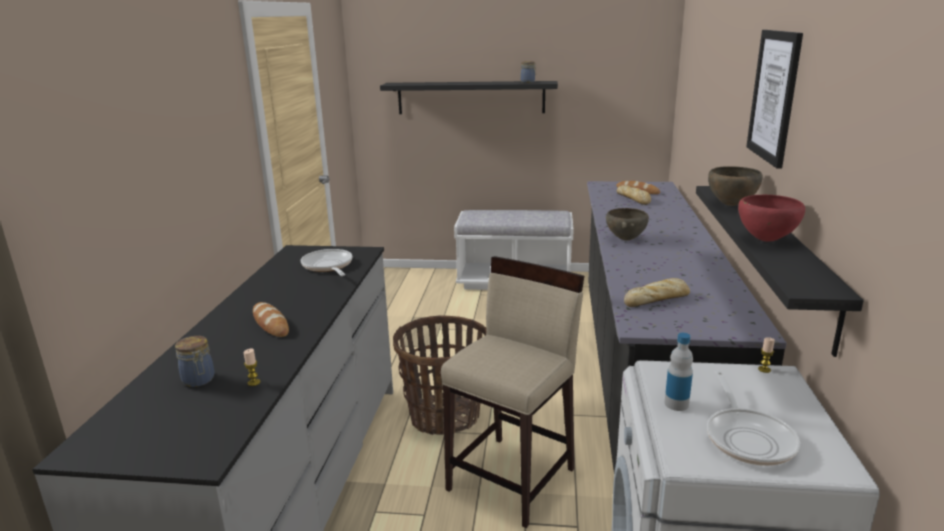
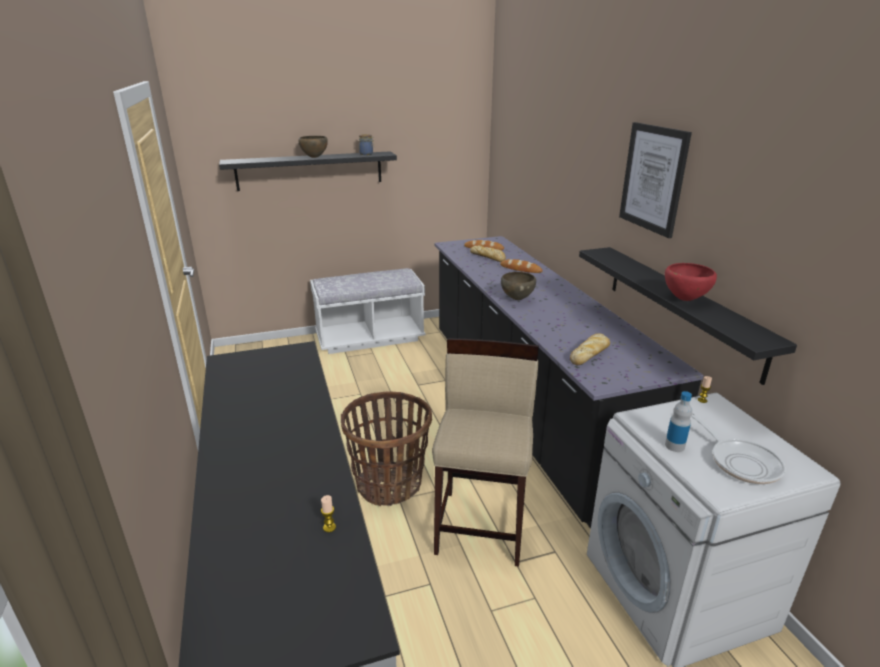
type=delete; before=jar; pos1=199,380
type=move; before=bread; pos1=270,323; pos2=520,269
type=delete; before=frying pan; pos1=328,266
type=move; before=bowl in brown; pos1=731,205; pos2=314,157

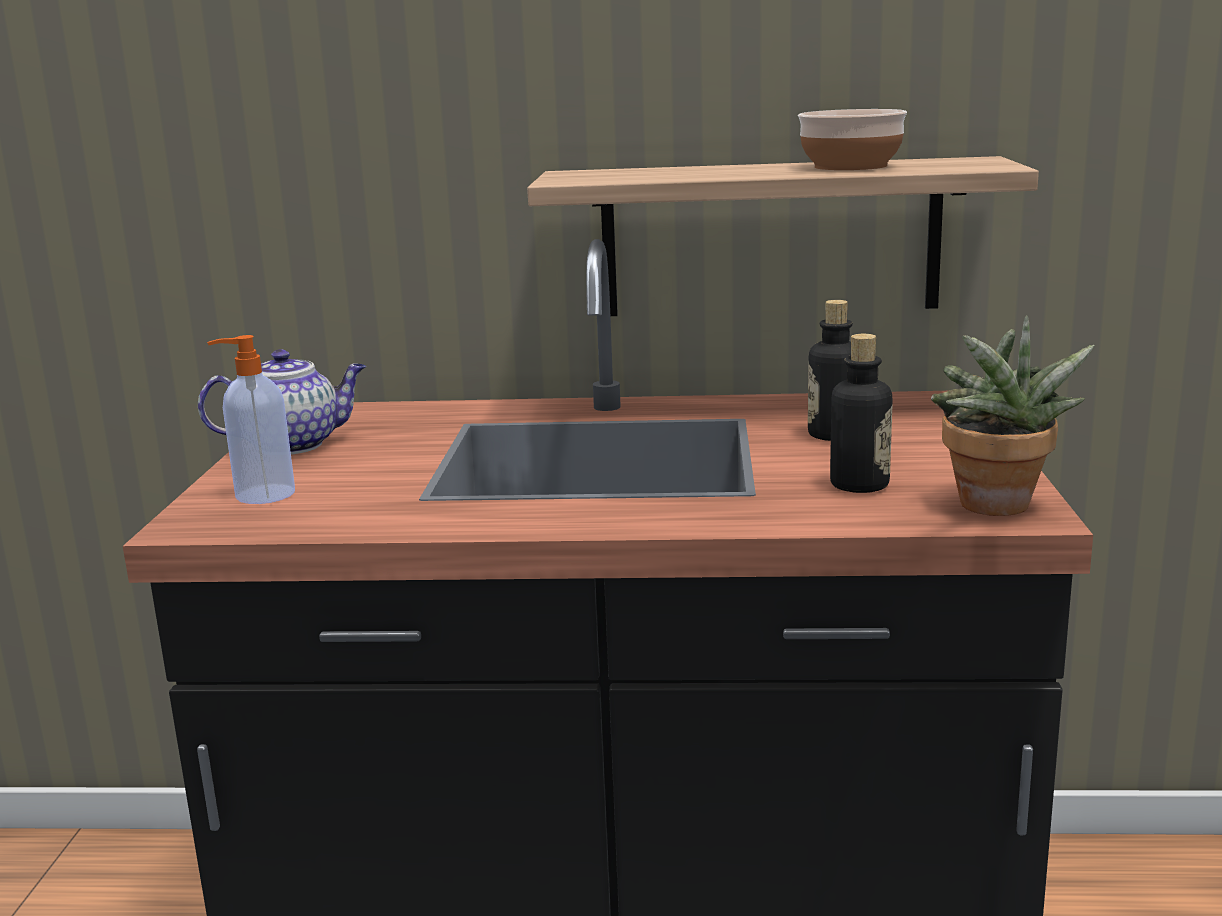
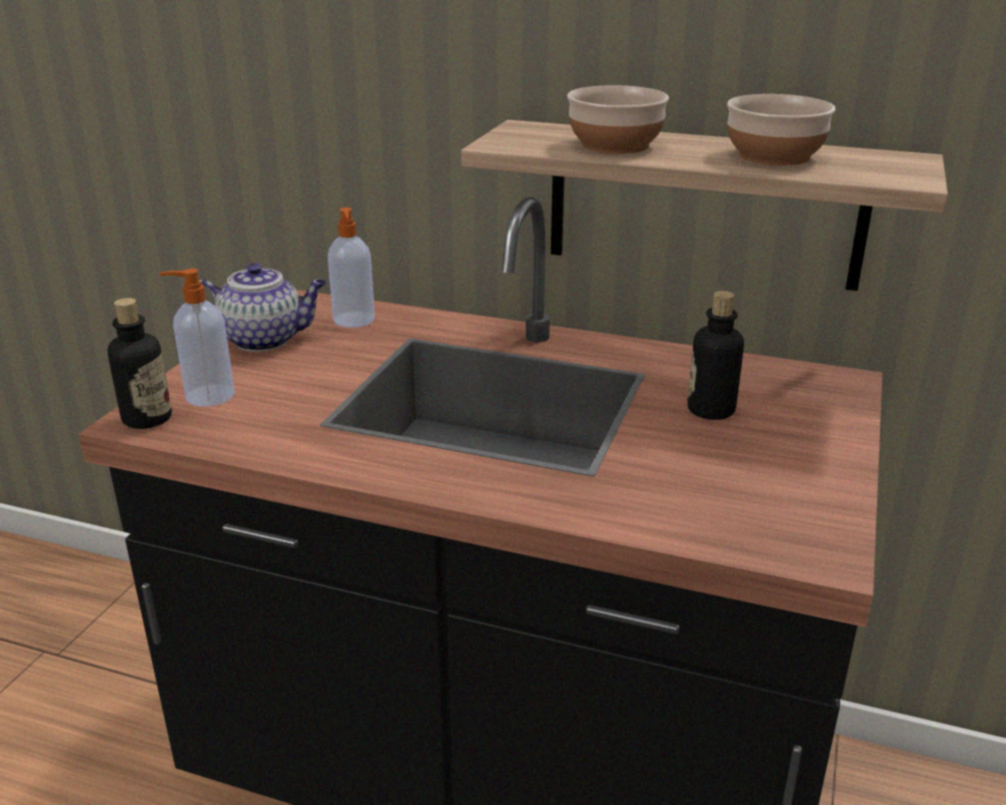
type=move; before=bottle; pos1=859,484; pos2=147,418
type=delete; before=potted plant; pos1=996,508
type=insert; after=soap dispenser; pos2=354,320
type=insert; after=bowl; pos2=615,144

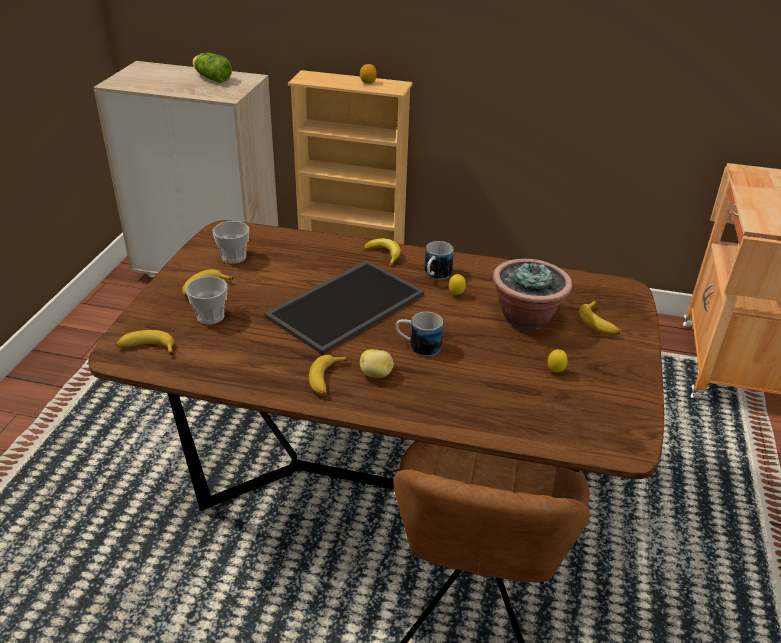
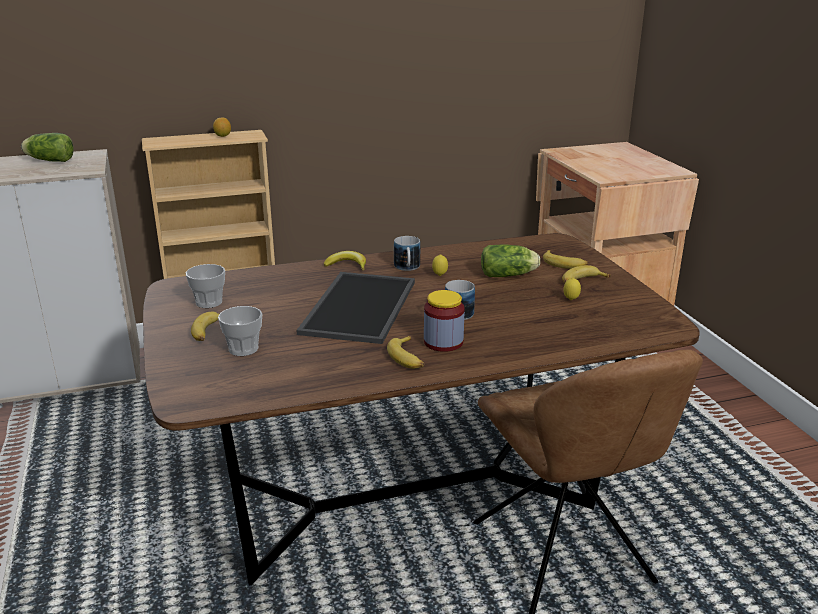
type=move; before=banana; pos1=147,348; pos2=581,281
type=replace; before=potato; after=jar; pos1=376,374; pos2=443,342
type=replace; before=potted plant; after=lettuce; pos1=526,318; pos2=510,275

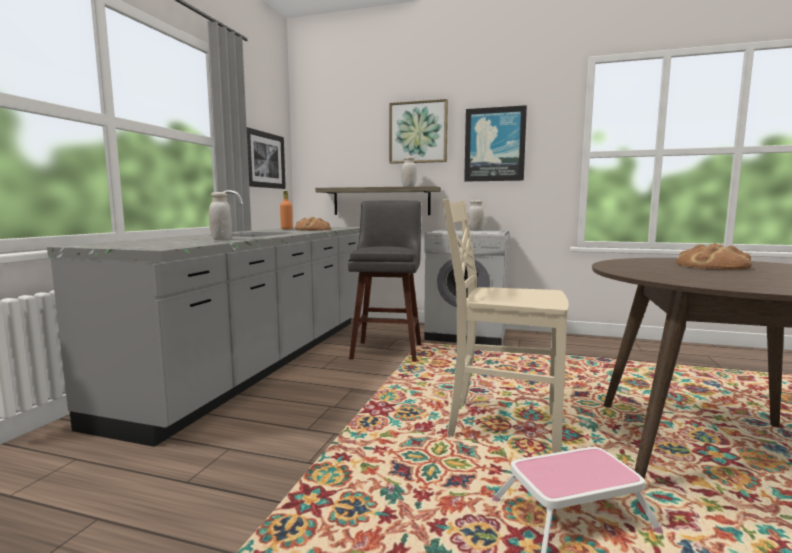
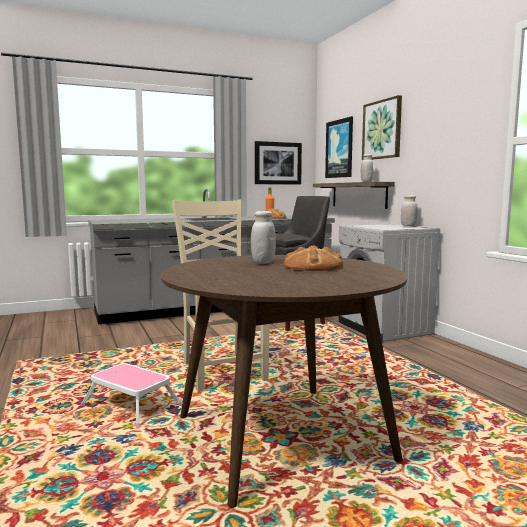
type=move; before=jar in white; pos1=221,239; pos2=263,262
type=move; before=picture; pos1=494,144; pos2=339,148

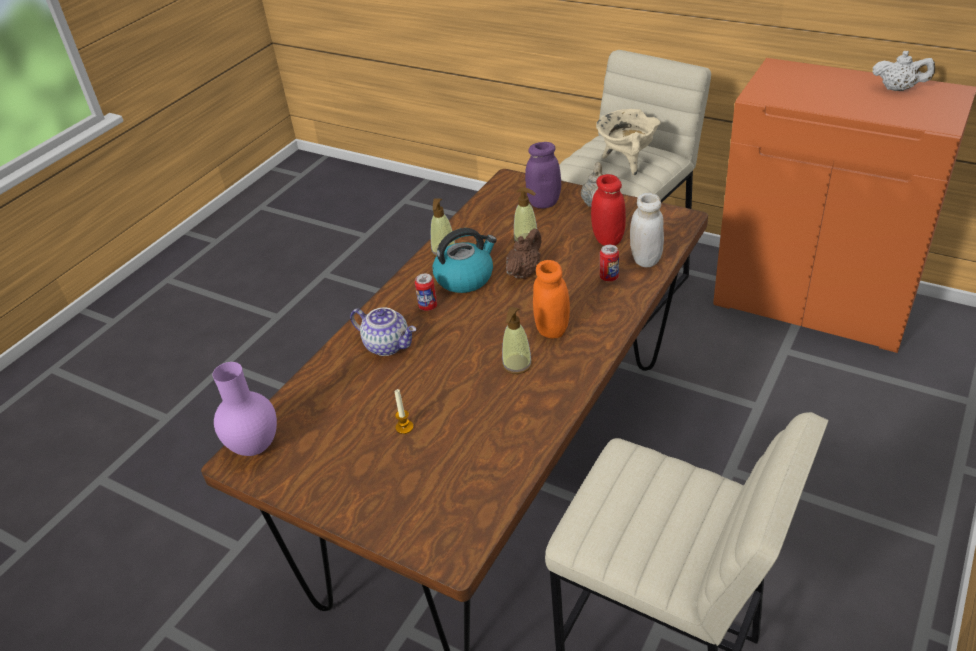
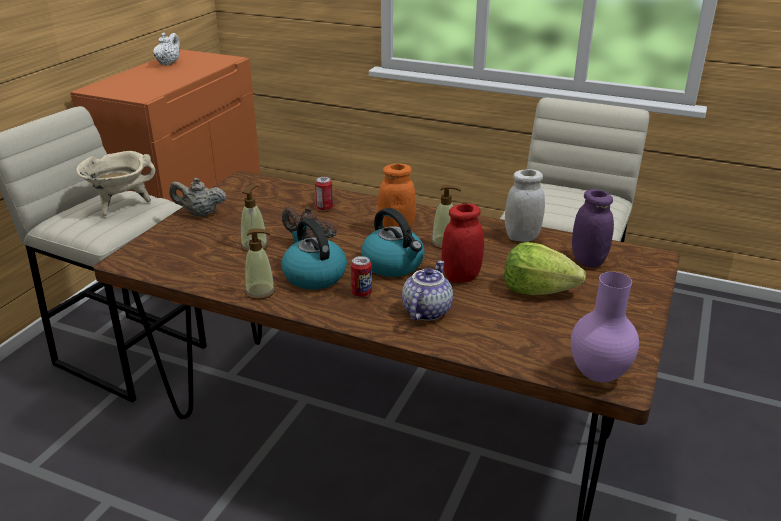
type=replace; before=candle; after=lettuce; pos1=404,427; pos2=537,290
type=move; before=jar in purple; pos1=544,203; pos2=588,261
type=move; before=jar in red; pos1=608,239; pos2=461,277
type=move; before=jar in white; pos1=646,259; pos2=522,237
type=insert; after=kettle; pos2=394,264

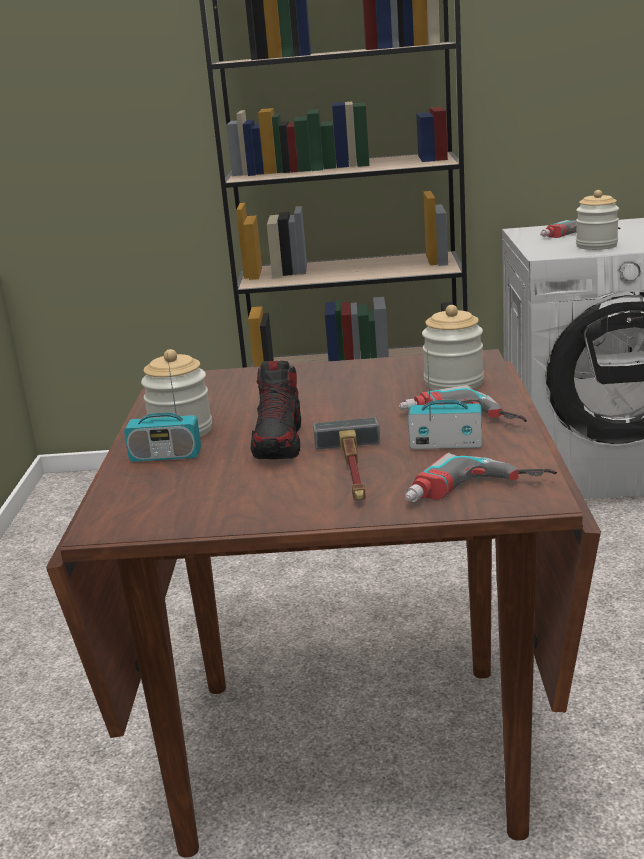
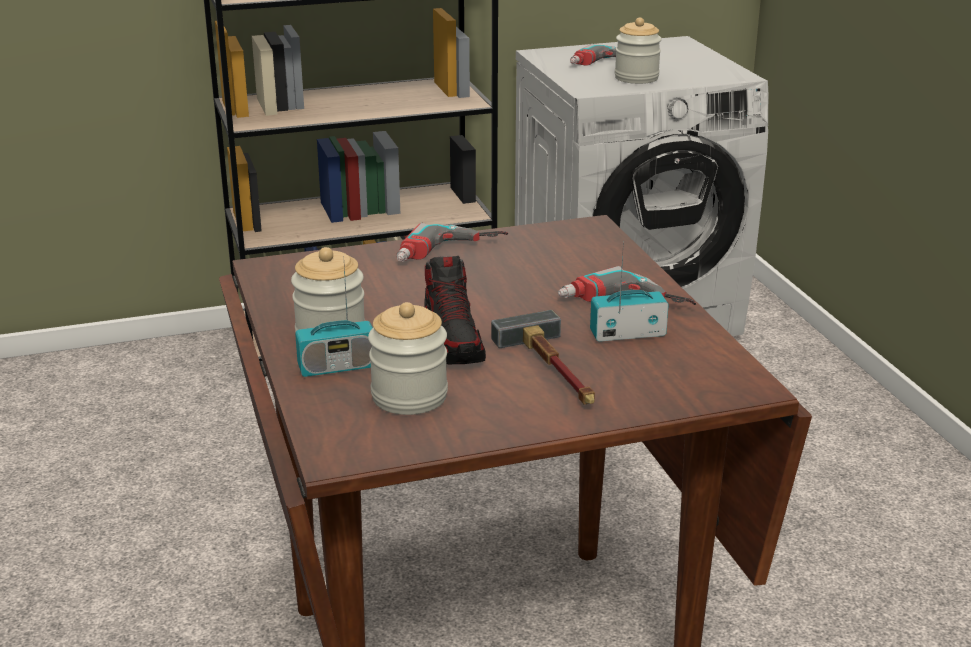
type=move; before=power drill; pos1=478,494; pos2=451,253
type=move; before=jar; pos1=453,383; pos2=409,396

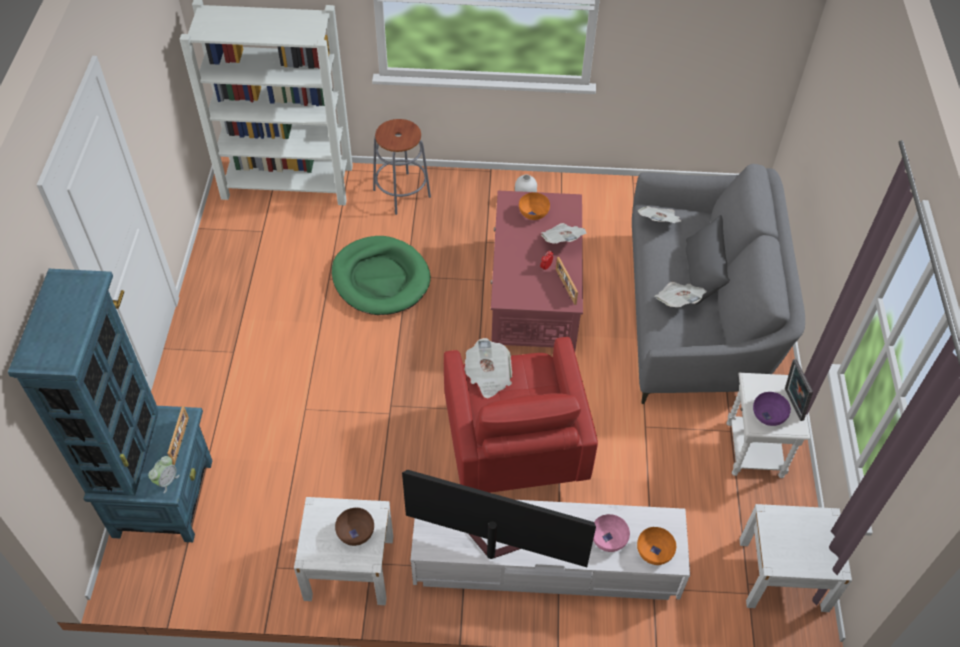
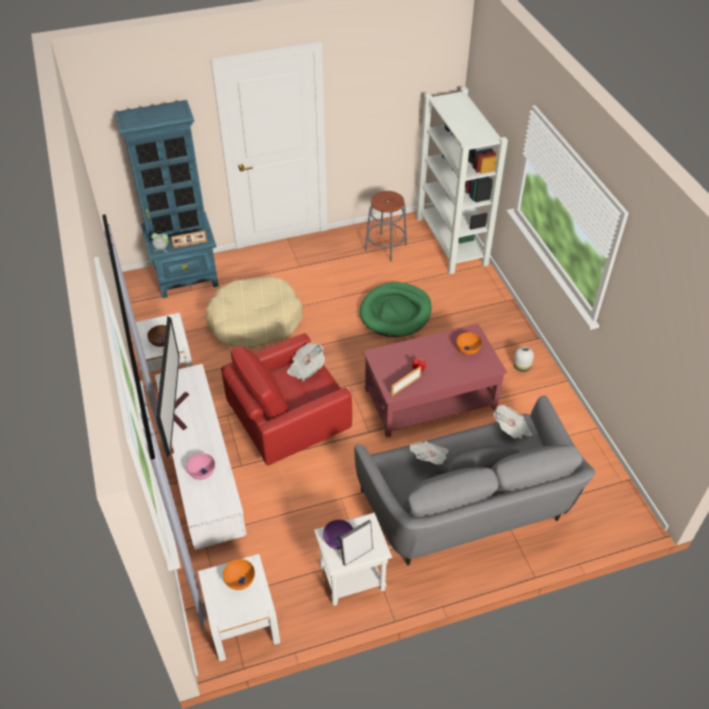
type=move; before=stool in grey; pos1=401,193; pos2=385,247
type=delete; before=newspaper; pos1=562,241
type=move; before=bowl in orange; pos1=653,552; pos2=240,579
type=insert; after=dog bed in beige; pos2=254,321

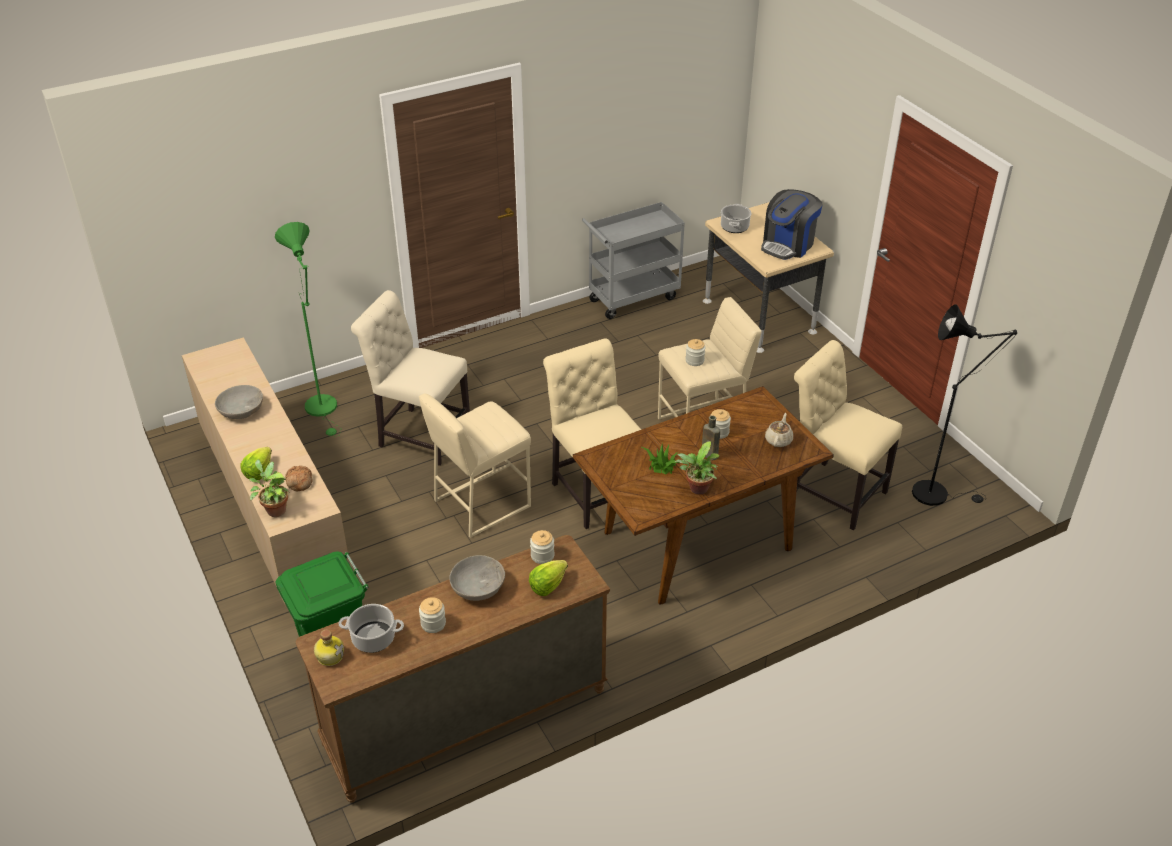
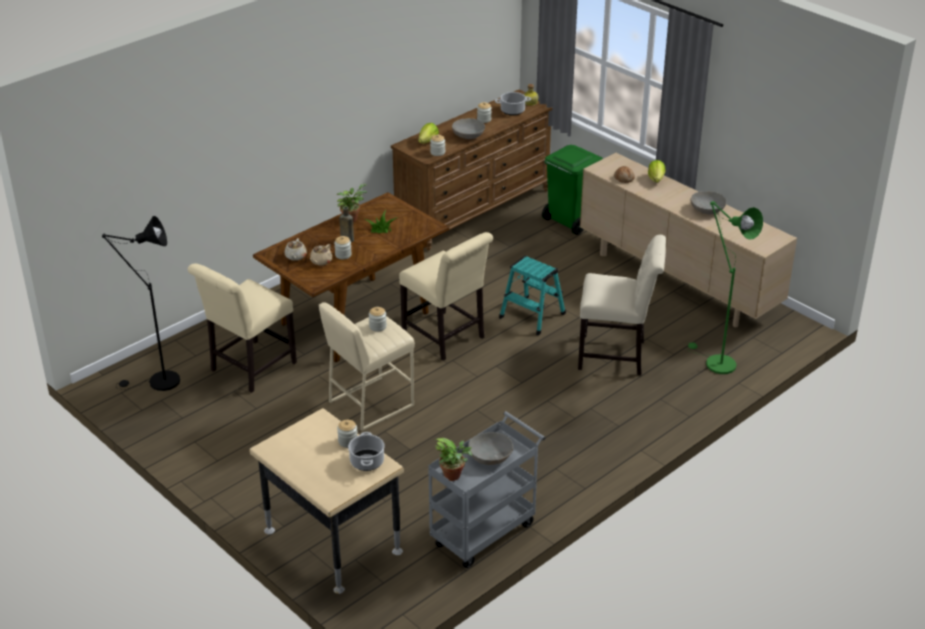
type=move; before=potted plant; pos1=274,509; pos2=454,476
type=replace; before=stool in beige; after=step ladder in turquoise; pos1=481,504; pos2=532,315
type=delete; before=coffee machine; pos1=788,245
type=rotate; before=chair in beige; pos1=832,492; pos2=249,369; turn=105
type=insert; after=teapot in beige; pos2=321,261
type=insert; after=jar; pos2=348,441
type=insert; after=bowl in grey; pos2=490,456

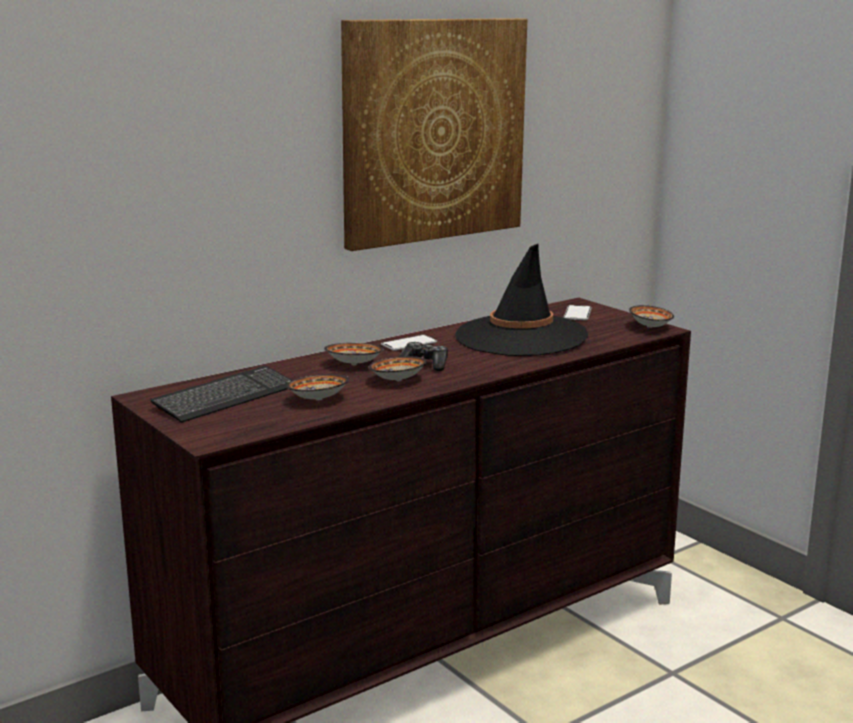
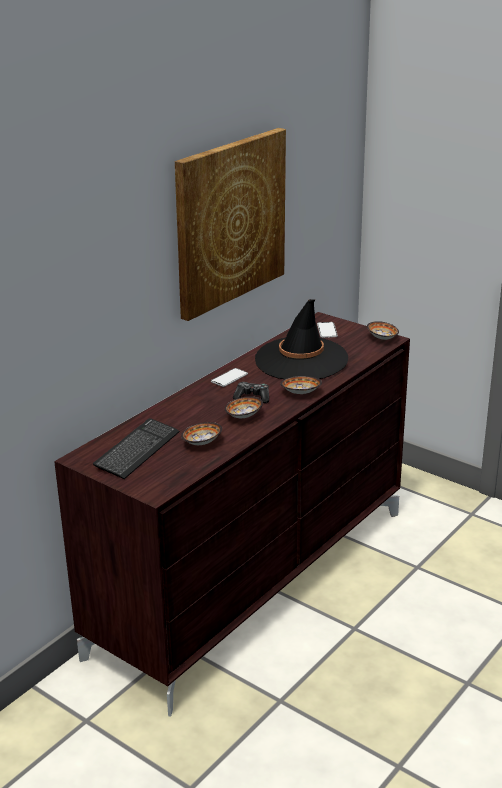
type=move; before=bowl; pos1=354,364; pos2=301,393

